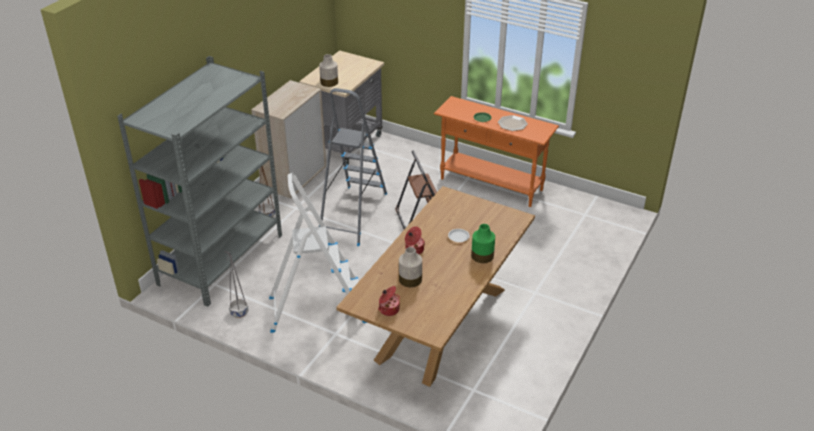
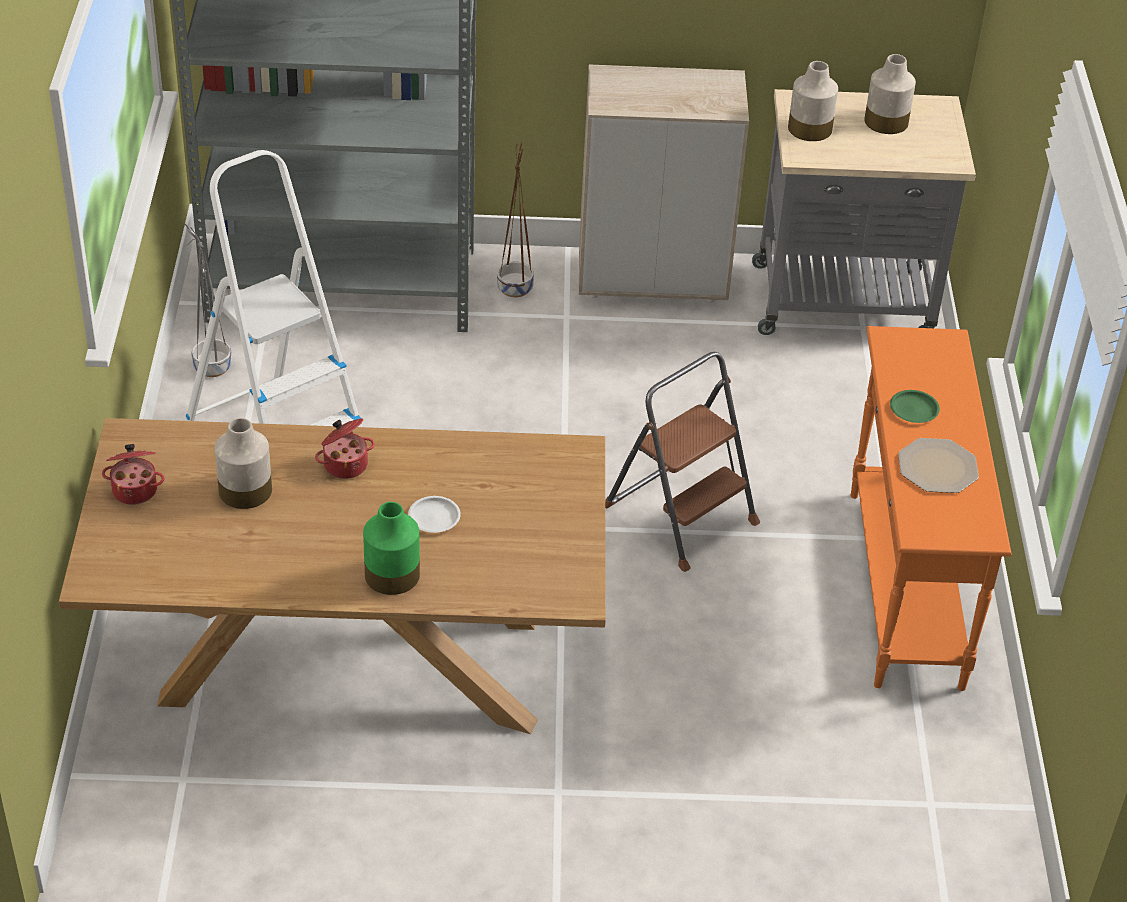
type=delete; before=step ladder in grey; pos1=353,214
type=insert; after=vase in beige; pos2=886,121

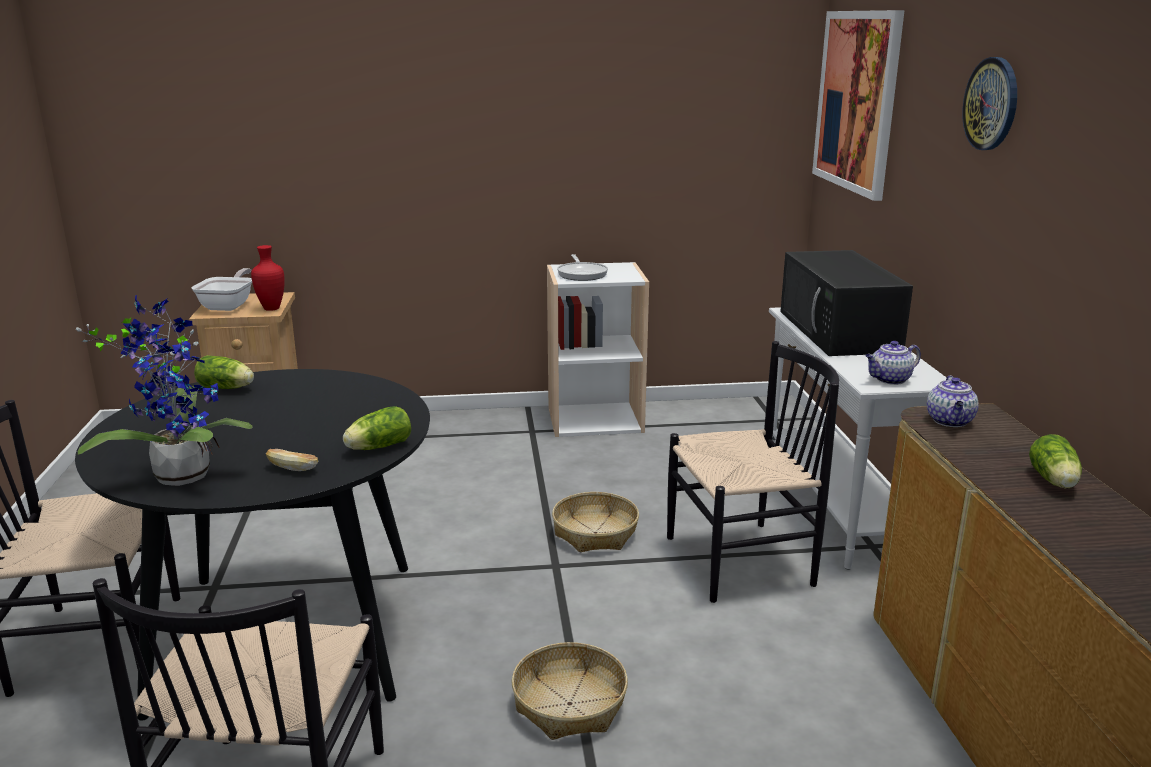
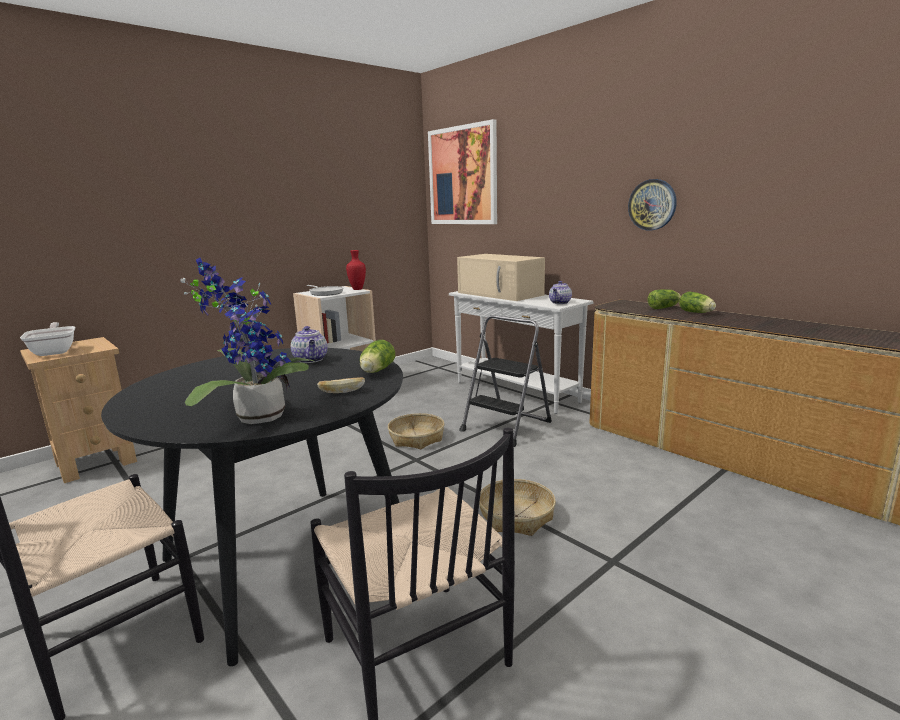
type=move; before=lettuce; pos1=227,388; pos2=665,308
type=move; before=vase in red; pos1=272,308; pos2=357,289
type=replace; before=chair in black; after=step ladder in black; pos1=745,561; pos2=508,425
type=recolor; before=microwave in black; after=microwave in beige; pos1=839,331; pos2=501,294
type=move; before=teapot; pos1=950,421; pos2=311,360
type=move; before=wall clock; pos1=991,104; pos2=652,205

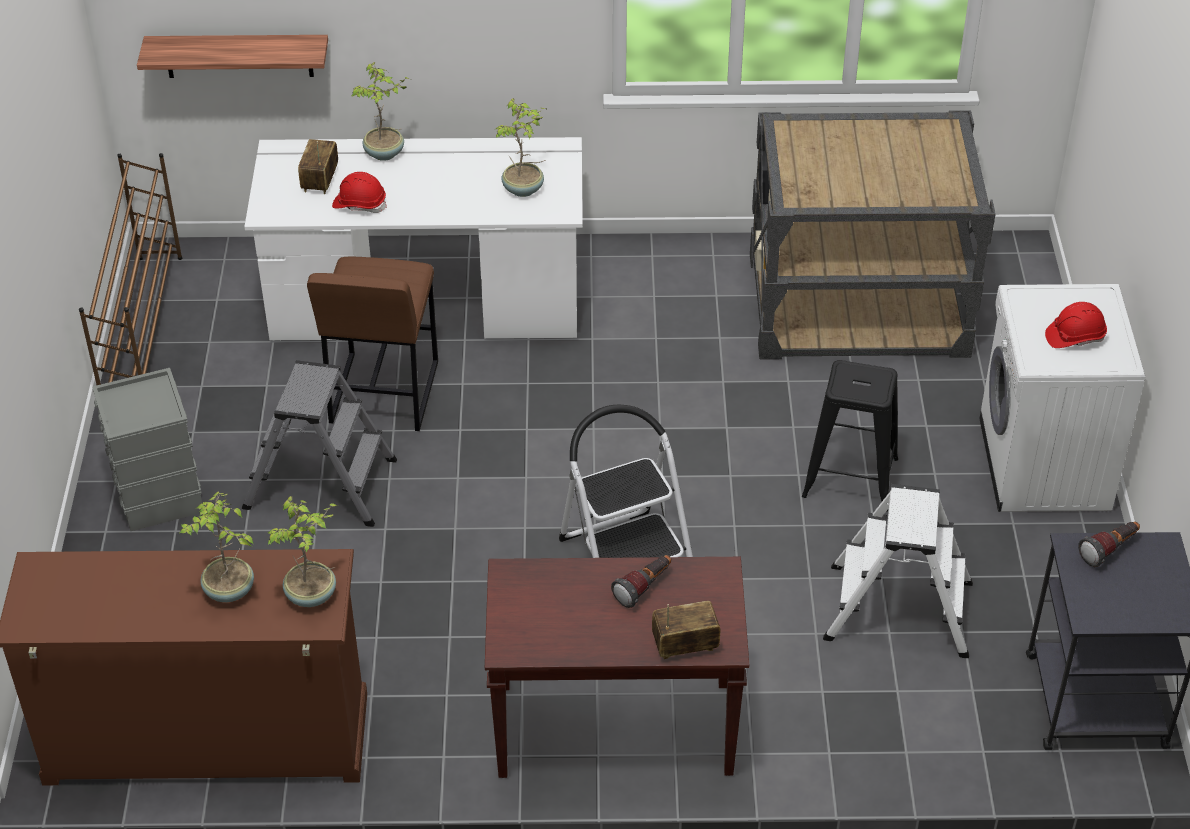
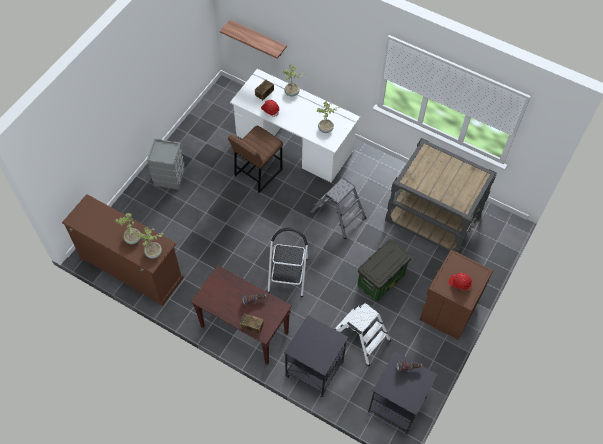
type=delete; before=shoe rack in brown; pos1=145,332
type=move; before=step ladder in grey; pos1=320,483; pos2=337,215
type=replace; before=stool in black; after=storage box; pos1=850,478; pos2=381,281
type=recolor; before=washing machine in white; after=washing machine in brown; pos1=1040,465; pos2=447,310
type=insert; after=cart in black; pos2=313,368

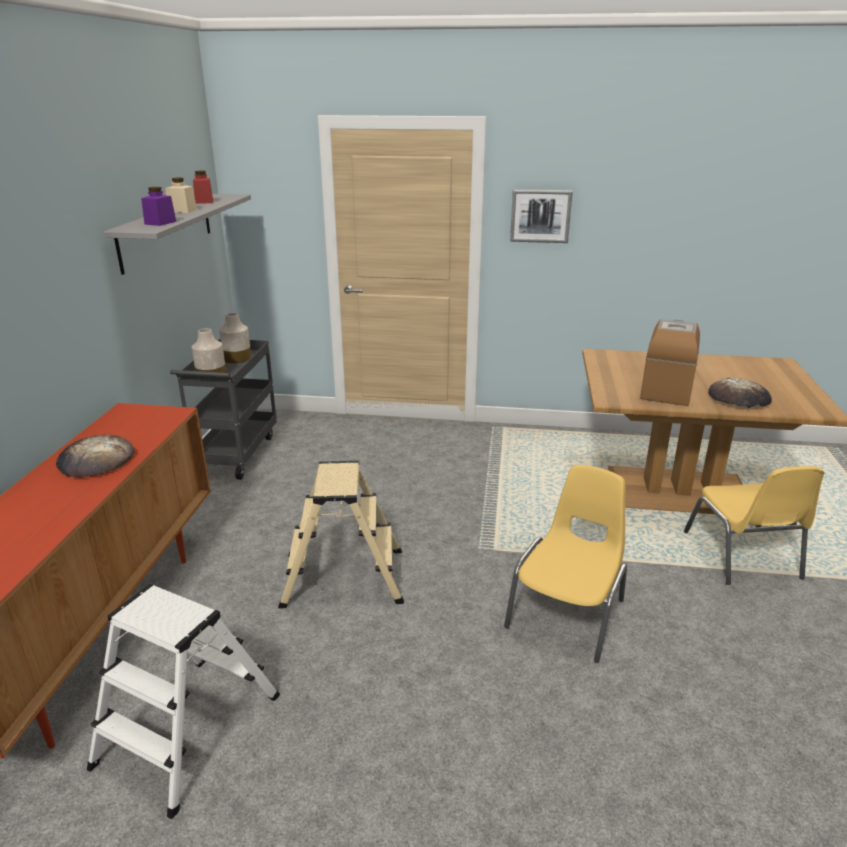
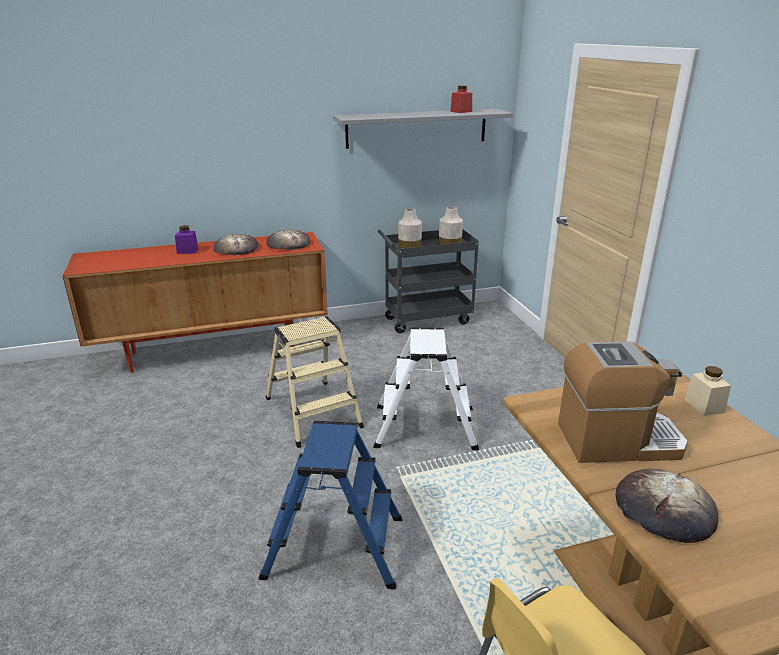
type=move; before=step ladder in white; pos1=188,730; pos2=425,427
type=move; before=jar in purple; pos1=160,223; pos2=187,251
type=move; before=jar in beige; pos1=182,211; pos2=704,406
type=replace; before=chair in yellow; after=step ladder in blue; pos1=568,613; pos2=334,547
type=delete; before=picture; pos1=540,216
type=insert; after=bread; pos2=288,243

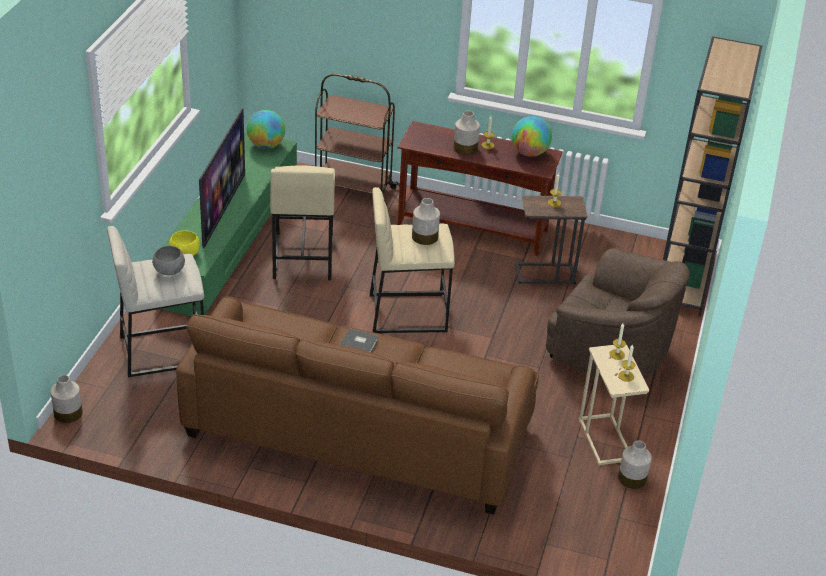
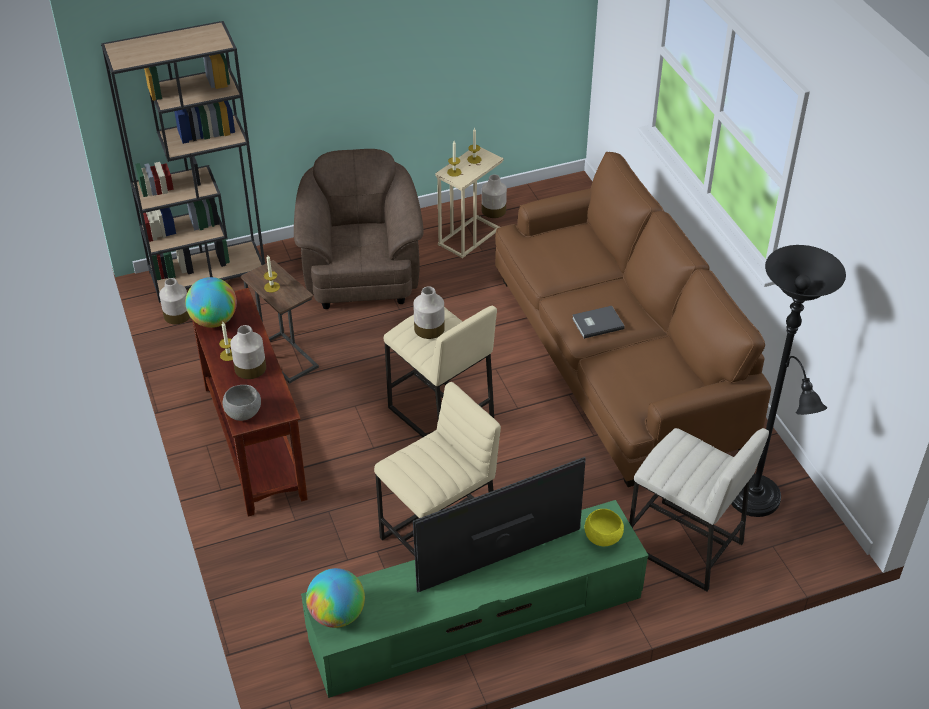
type=move; before=vase in beige; pos1=68,413; pos2=177,315
type=move; before=bowl in grey; pos1=169,271; pos2=243,413
type=delete; before=cart in brown; pos1=353,189
type=insert; after=floor lamp in black; pos2=757,502

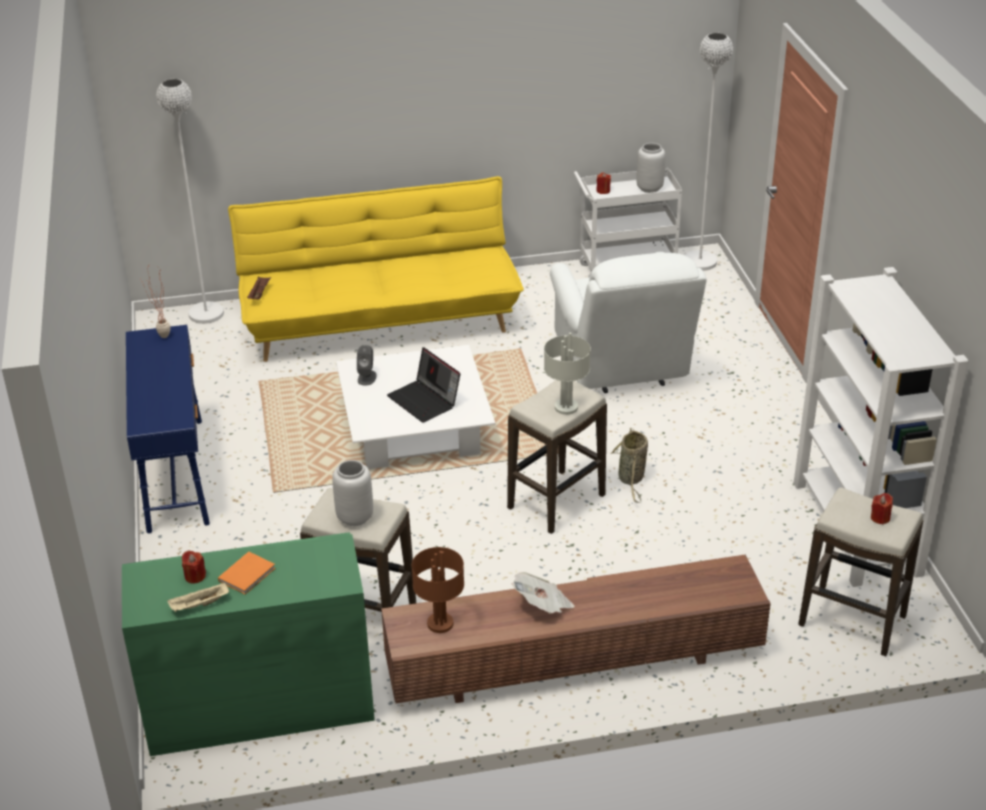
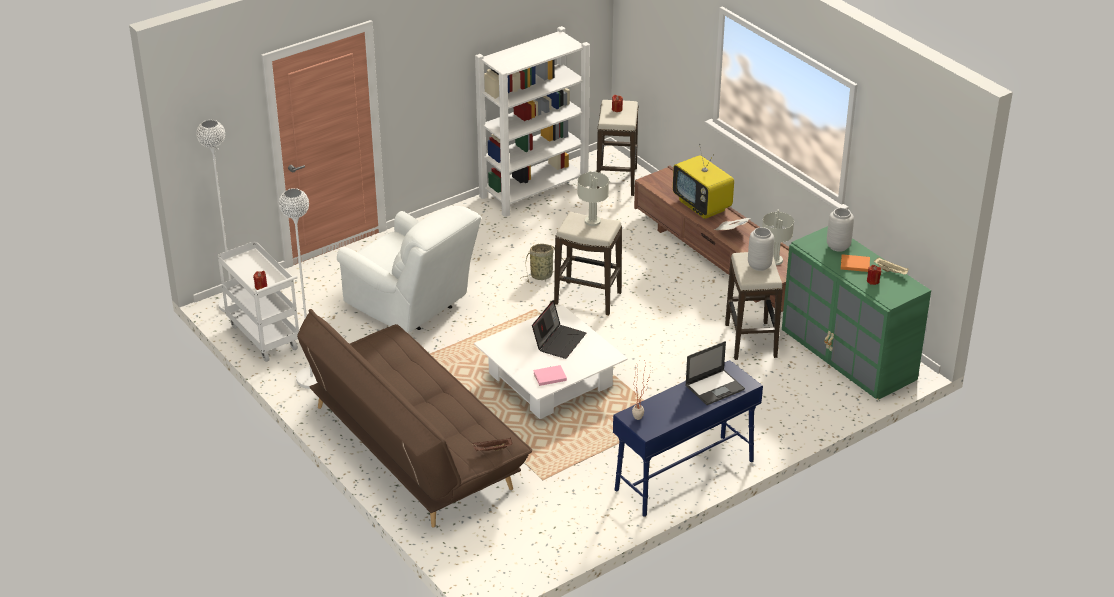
type=move; before=floor lamp in white; pos1=206,314; pos2=311,379
type=recolor; before=sofa in yellow; after=sofa in brown; pos1=379,319; pos2=412,446
type=replace; before=speaker in grey; after=book in pink; pos1=367,377; pos2=549,376
type=recolor; before=table lamp in brown; after=table lamp in grey; pos1=439,624; pos2=775,260
type=rotate; before=armchair in white; pos1=623,367; pos2=412,307; turn=75
type=move; before=vase in grey; pos1=650,188; pos2=838,246
type=insert; after=television; pos2=702,206
type=insert; after=laptop; pos2=715,387

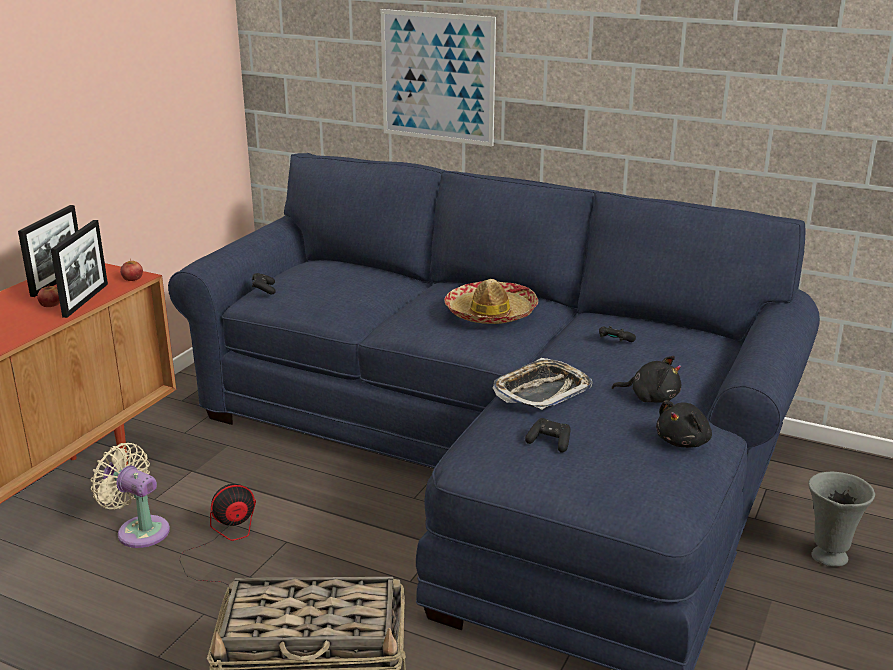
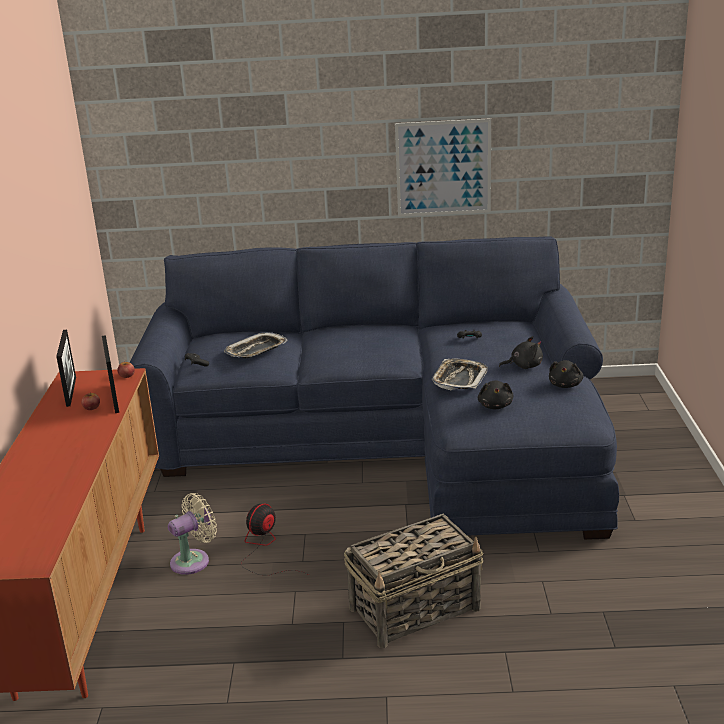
type=rotate; before=fan in beige; pos1=139,530; pos2=194,560; turn=135
type=move; before=picture; pos1=437,77; pos2=443,168
type=delete; before=hat; pos1=491,313
type=replace; before=game controller in black; after=plush toy in black; pos1=549,442; pos2=495,405
type=delete; before=vase in grey; pos1=827,557
type=insert; after=tray; pos2=256,350

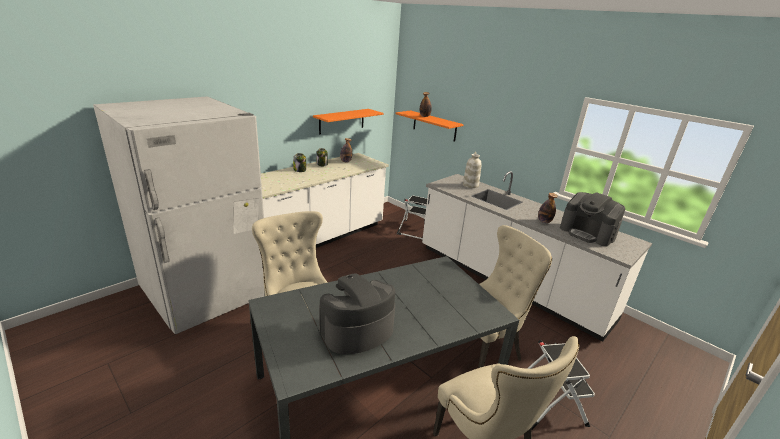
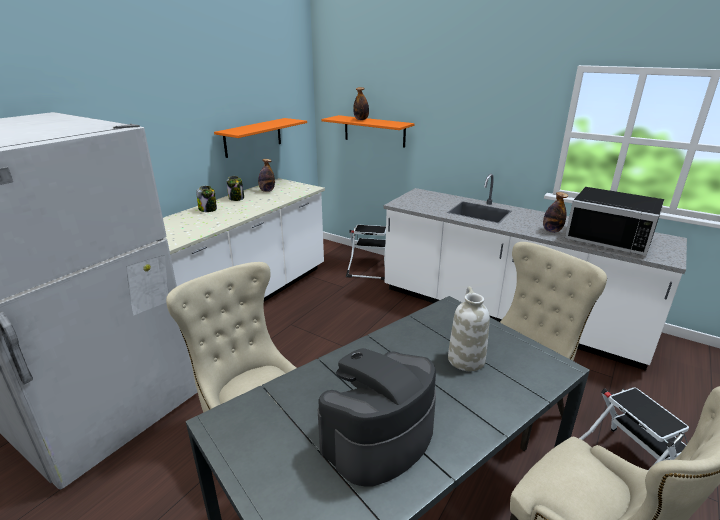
type=move; before=vase in white; pos1=470,185; pos2=465,359
type=replace; before=coffee machine; after=microwave in black; pos1=587,233; pos2=610,237

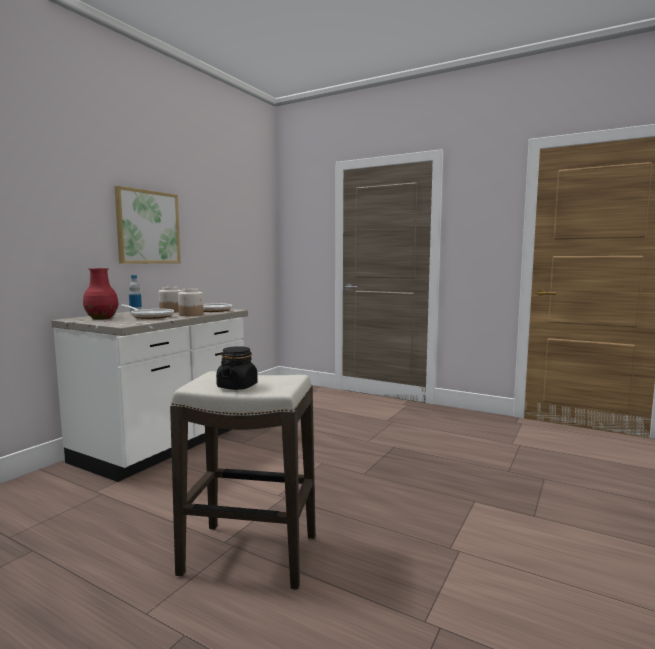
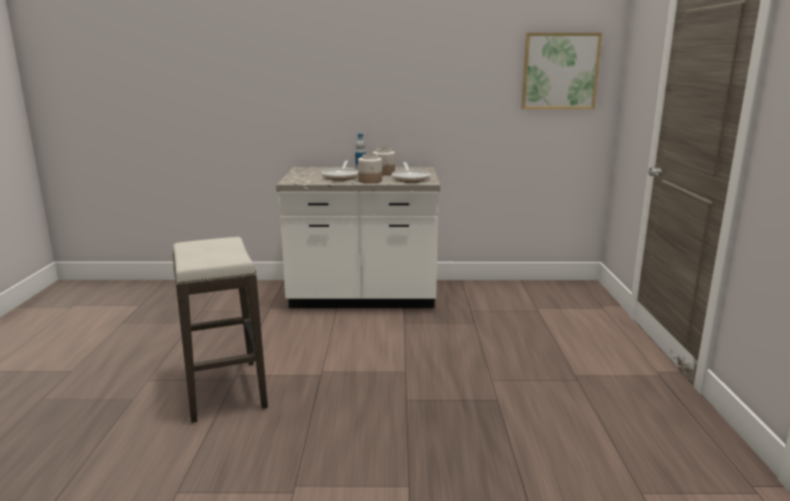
type=delete; before=vase in red; pos1=101,318
type=move; before=picture; pos1=148,227; pos2=560,71
type=delete; before=jar in black; pos1=237,386

